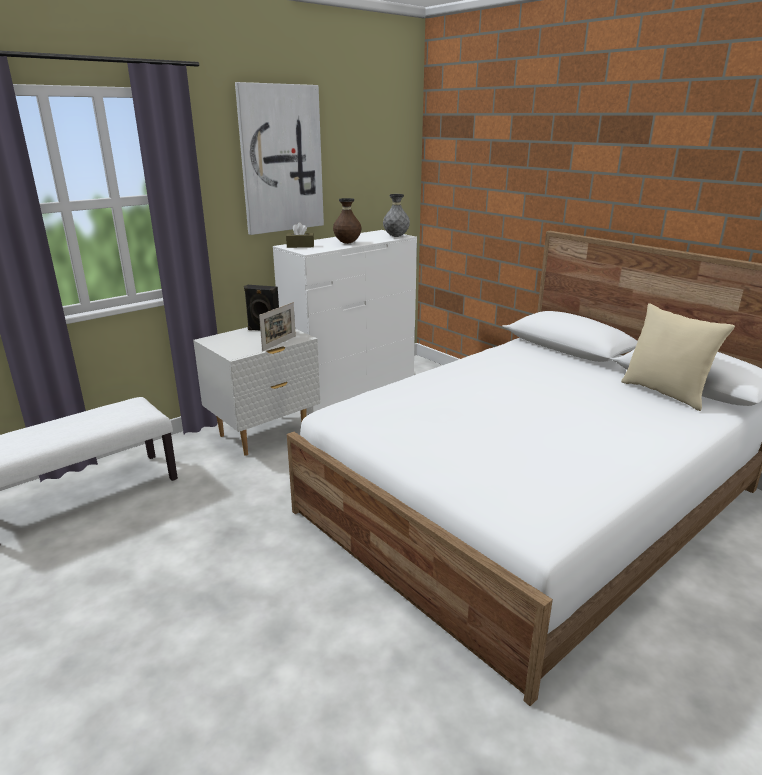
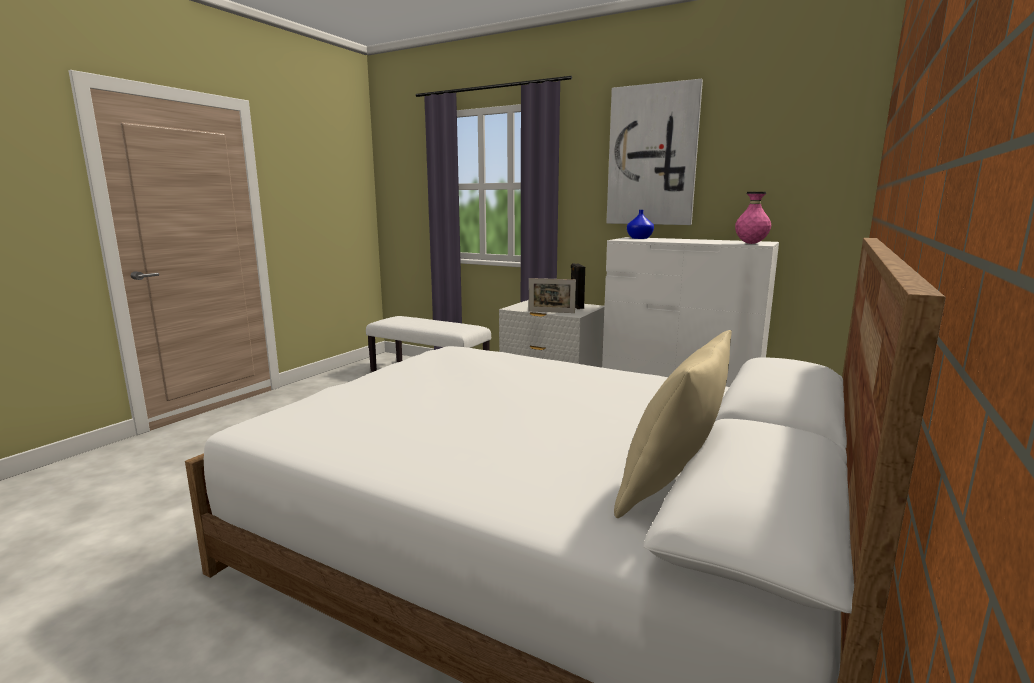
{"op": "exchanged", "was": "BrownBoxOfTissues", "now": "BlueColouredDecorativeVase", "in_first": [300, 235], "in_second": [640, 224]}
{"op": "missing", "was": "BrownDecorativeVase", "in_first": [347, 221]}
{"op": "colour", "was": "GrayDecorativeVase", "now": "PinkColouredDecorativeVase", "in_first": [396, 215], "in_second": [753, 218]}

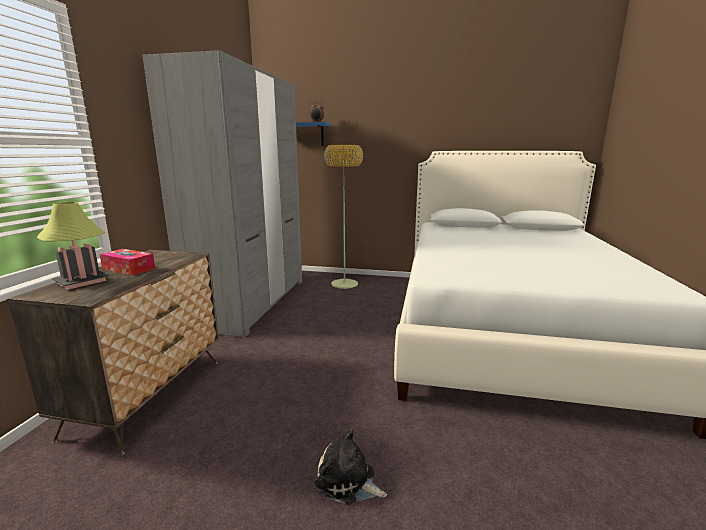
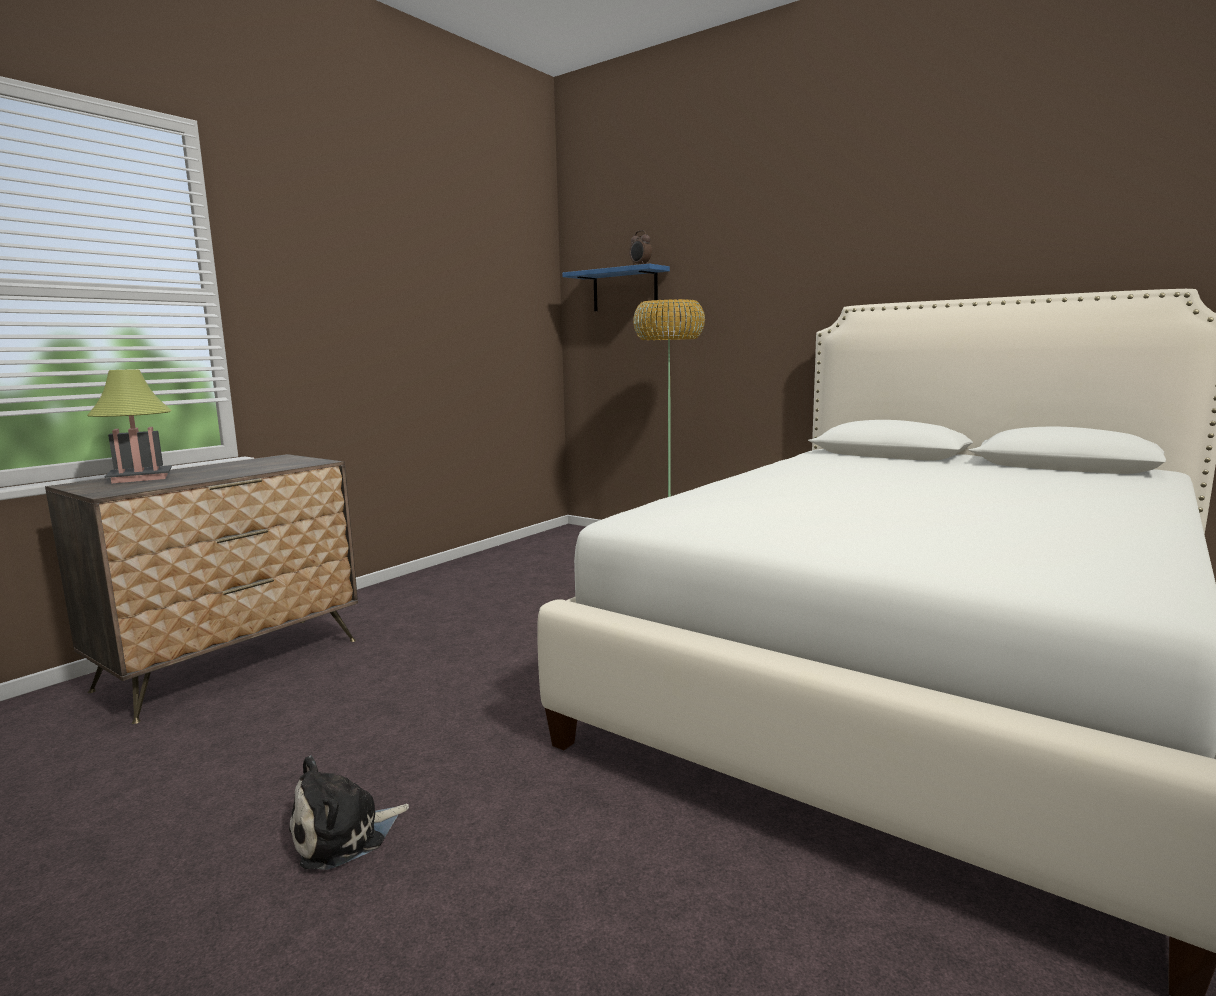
{"op": "missing", "was": "BoxOfTissues", "in_first": [127, 262]}
{"op": "missing", "was": "GrayClothesCupboard", "in_first": [222, 193]}
{"op": "spun", "was": "CuddlyToy", "in_first": [351, 466], "in_second": [349, 812], "clockwise": -90}

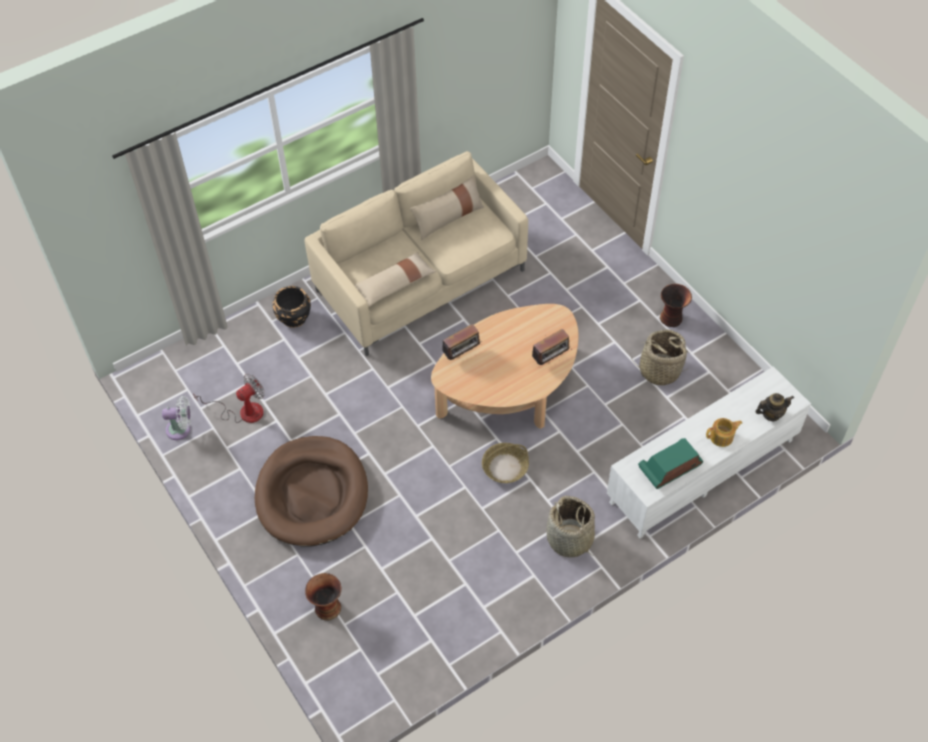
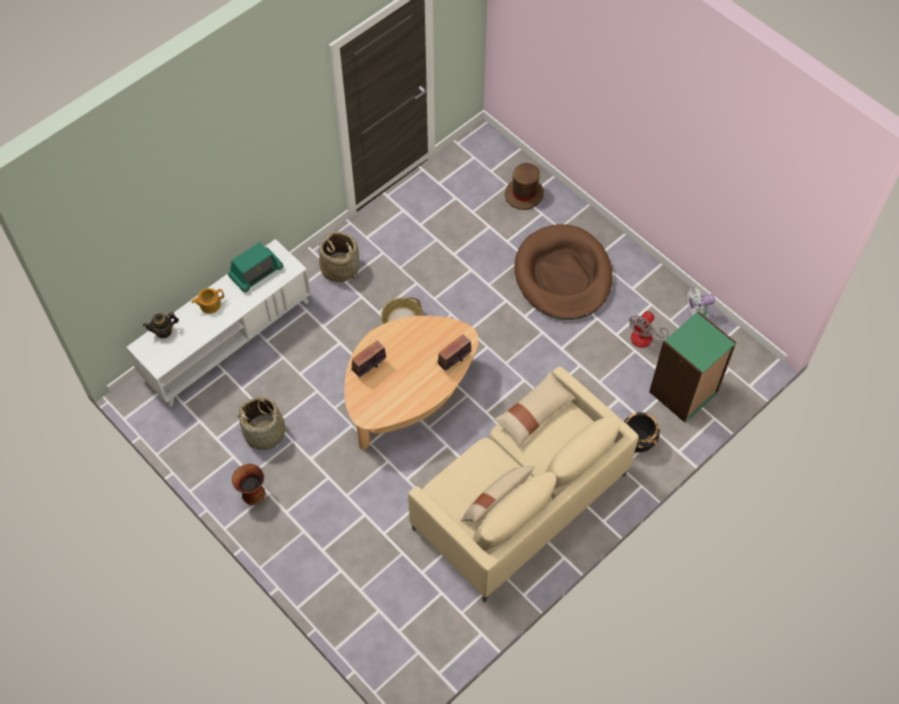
{"op": "exchanged", "was": "DecorativeVase", "now": "BrownWearableHat", "in_first": [323, 596], "in_second": [524, 186]}
{"op": "appeared", "now": "GreenShelvingUnit", "in_second": [693, 367]}

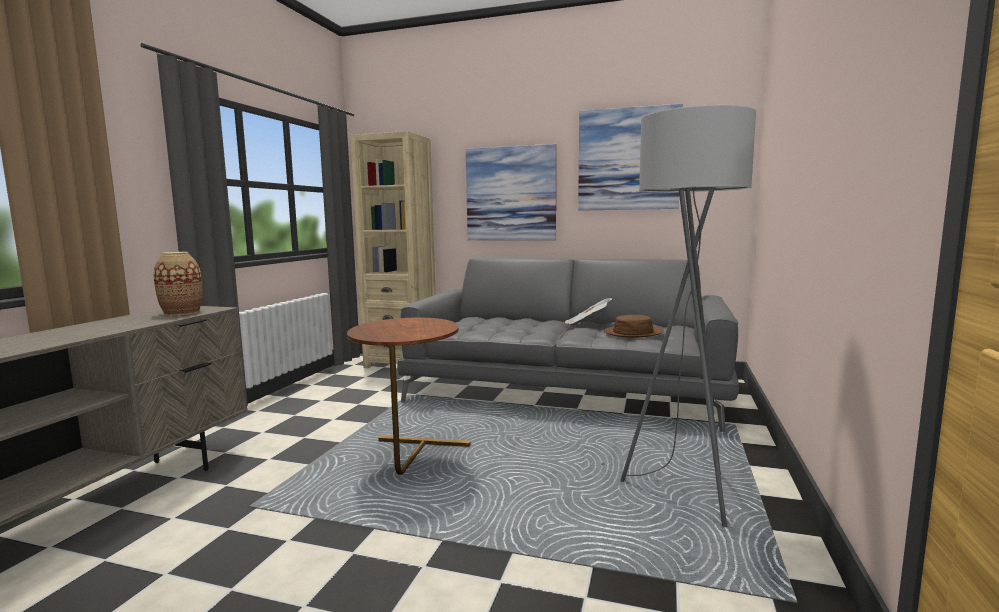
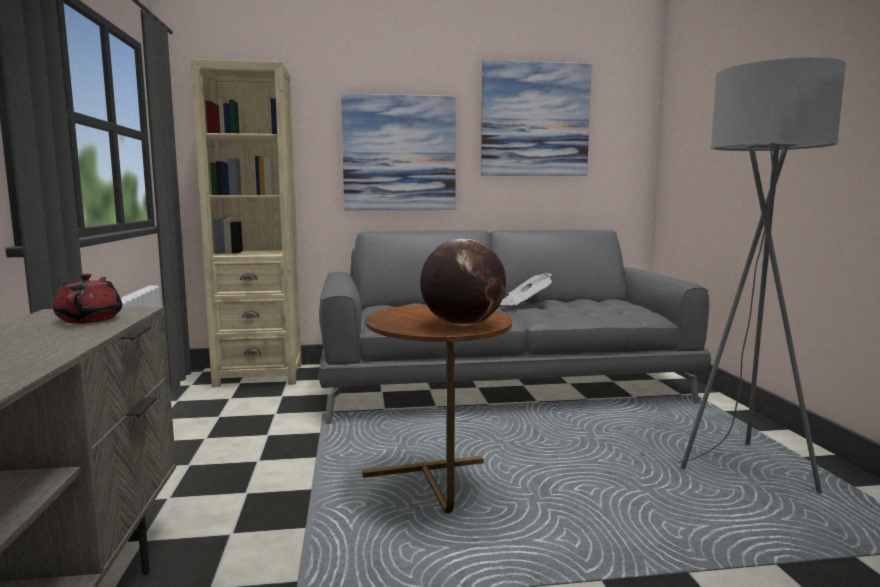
{"op": "exchanged", "was": "DecorativeVase", "now": "RedColouredTeaPot", "in_first": [178, 284], "in_second": [87, 298]}
{"op": "missing", "was": "BrownWearableHat", "in_first": [633, 326]}
{"op": "appeared", "now": "WorldGlobe", "in_second": [463, 282]}

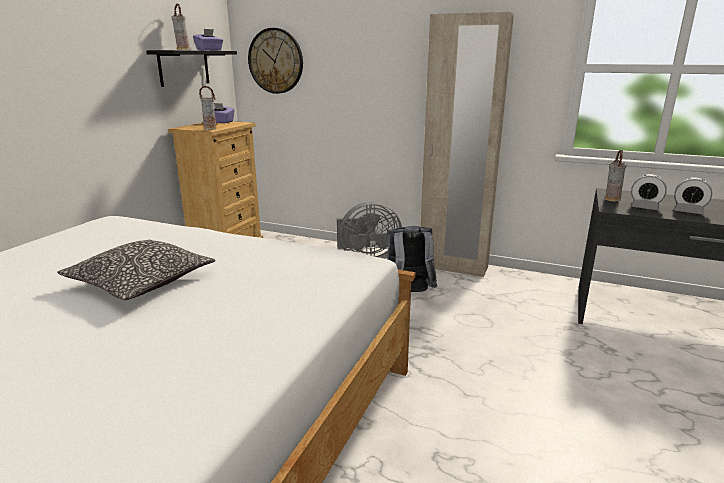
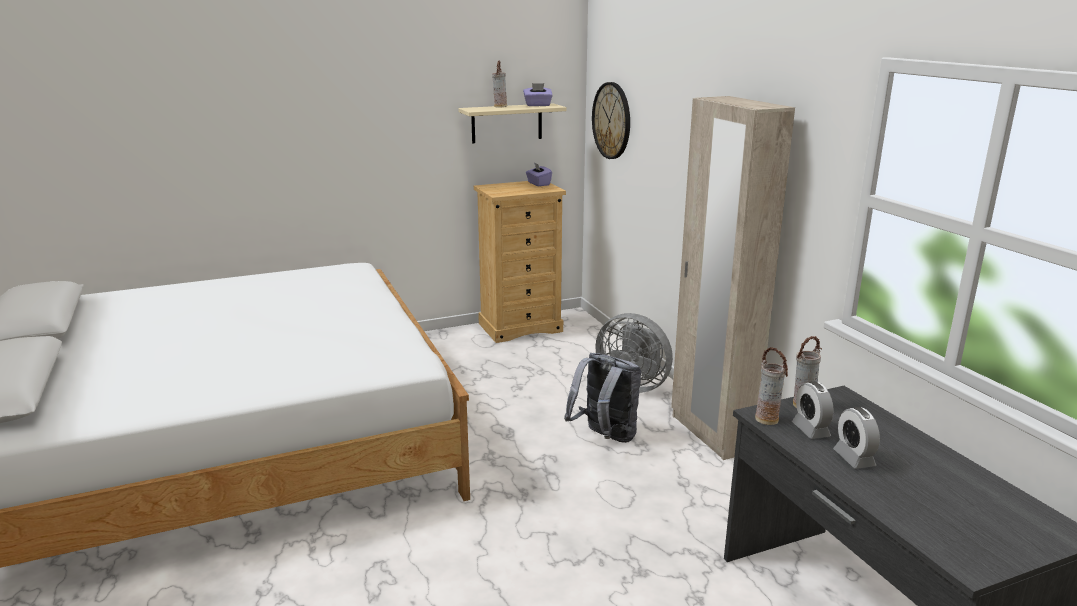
{"op": "missing", "was": "Cushion", "in_first": [136, 270]}
{"op": "colour", "was": "BlackishShelf", "now": "SandColouredShelf", "in_first": [191, 68], "in_second": [512, 123]}
{"op": "relocated", "was": "DecorativeVase", "in_first": [208, 108], "in_second": [771, 386]}

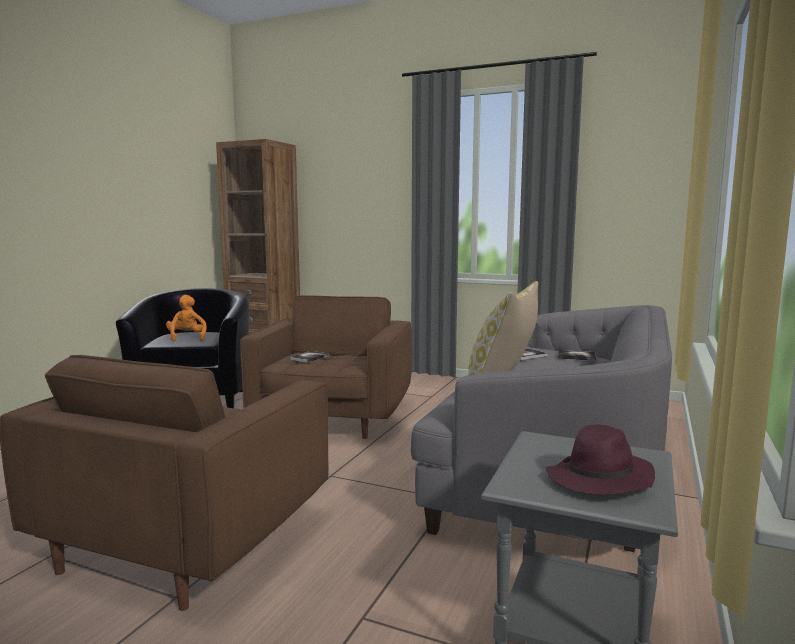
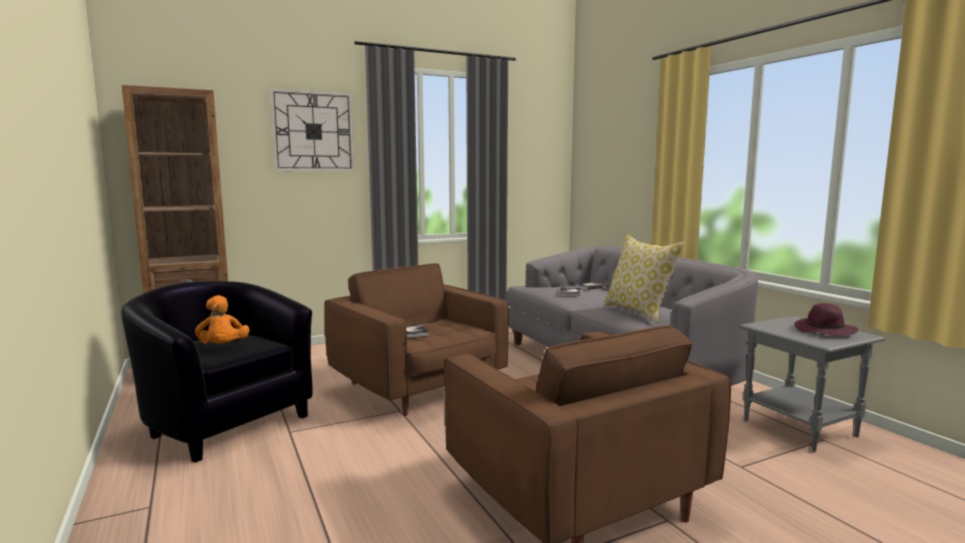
{"op": "spun", "was": "OrangeColouredCuddlyToy", "in_first": [186, 318], "in_second": [222, 319], "clockwise": -135}
{"op": "appeared", "now": "HangingClock", "in_second": [312, 129]}

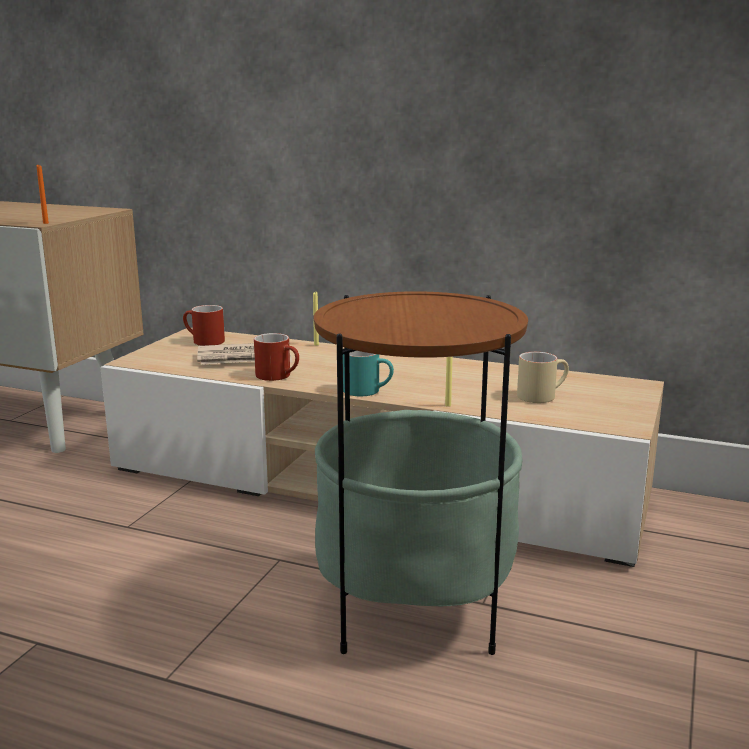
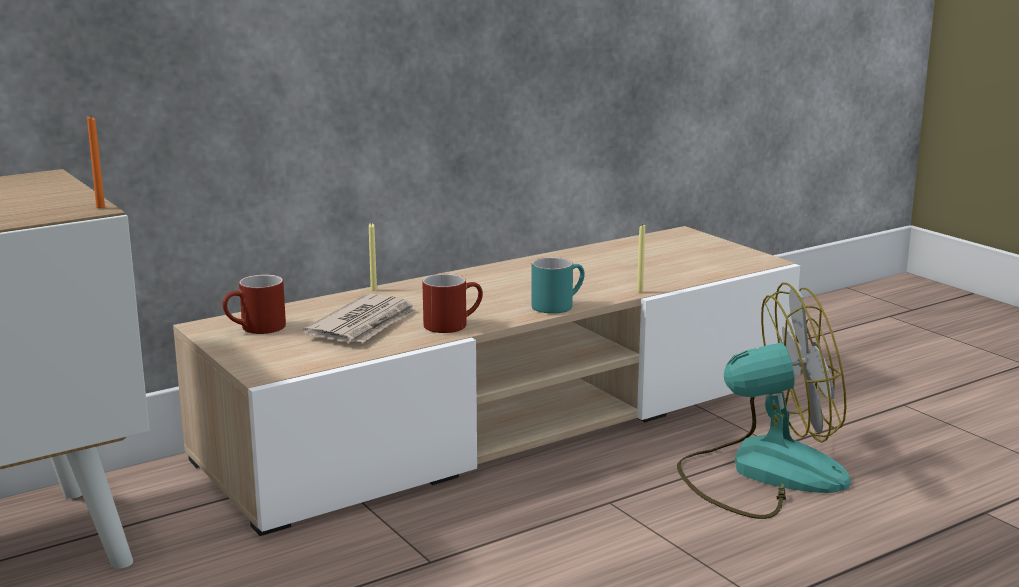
{"op": "exchanged", "was": "EndTable", "now": "ElectricFan", "in_first": [421, 473], "in_second": [764, 401]}
{"op": "missing", "was": "SandColouredMug", "in_first": [543, 377]}

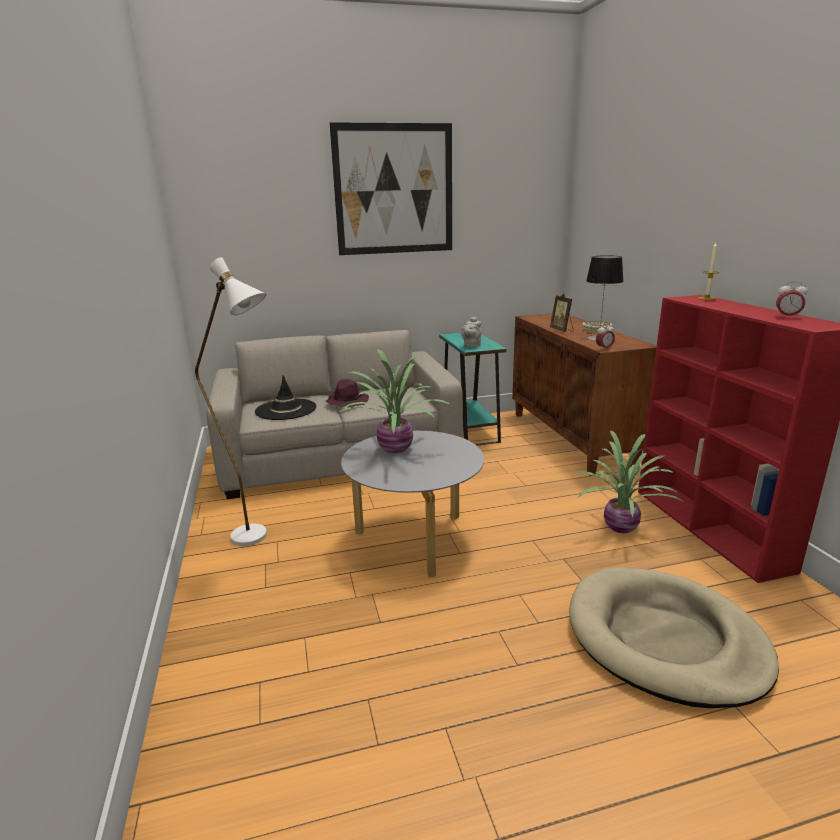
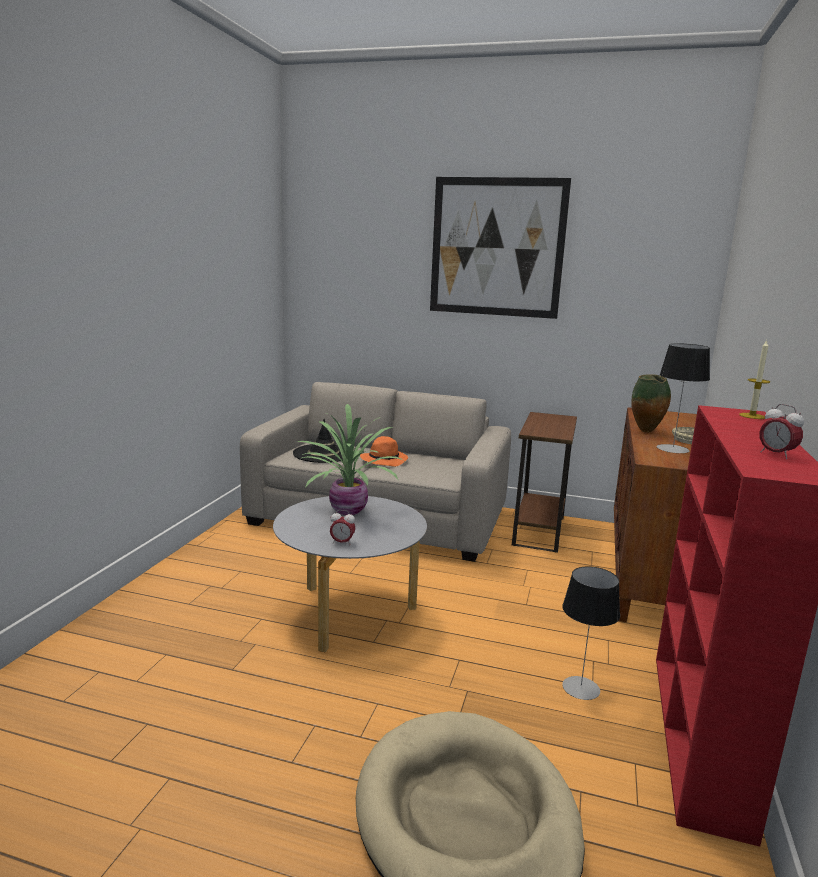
{"op": "missing", "was": "WhitishStandingLamp", "in_first": [231, 401]}
{"op": "colour", "was": "PurpleWearableHat", "now": "OrangeColouredWearableHat", "in_first": [347, 393], "in_second": [384, 451]}
{"op": "colour", "was": "BlueGreenEndTable", "now": "BrownEndTable", "in_first": [473, 389], "in_second": [544, 482]}
{"op": "missing", "was": "GrayTeaPot", "in_first": [471, 332]}
{"op": "exchanged", "was": "PictureFrame", "now": "DecorativeVase", "in_first": [562, 312], "in_second": [651, 403]}
{"op": "exchanged", "was": "PottedPlant", "now": "TableLamp", "in_first": [627, 481], "in_second": [591, 633]}
{"op": "relocated", "was": "TableClock", "in_first": [605, 336], "in_second": [342, 527]}

